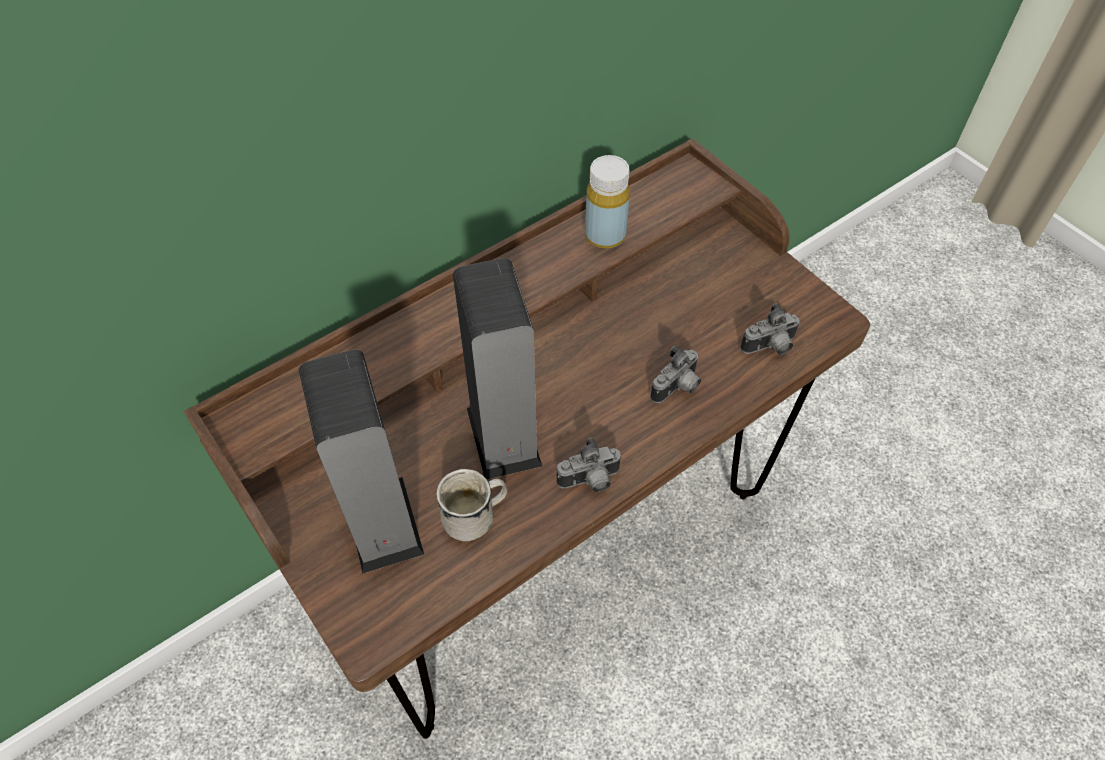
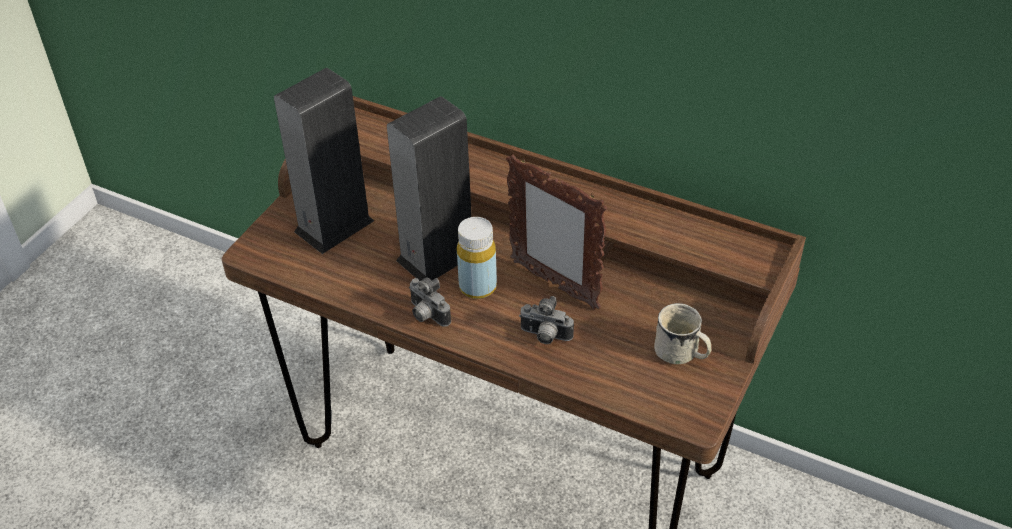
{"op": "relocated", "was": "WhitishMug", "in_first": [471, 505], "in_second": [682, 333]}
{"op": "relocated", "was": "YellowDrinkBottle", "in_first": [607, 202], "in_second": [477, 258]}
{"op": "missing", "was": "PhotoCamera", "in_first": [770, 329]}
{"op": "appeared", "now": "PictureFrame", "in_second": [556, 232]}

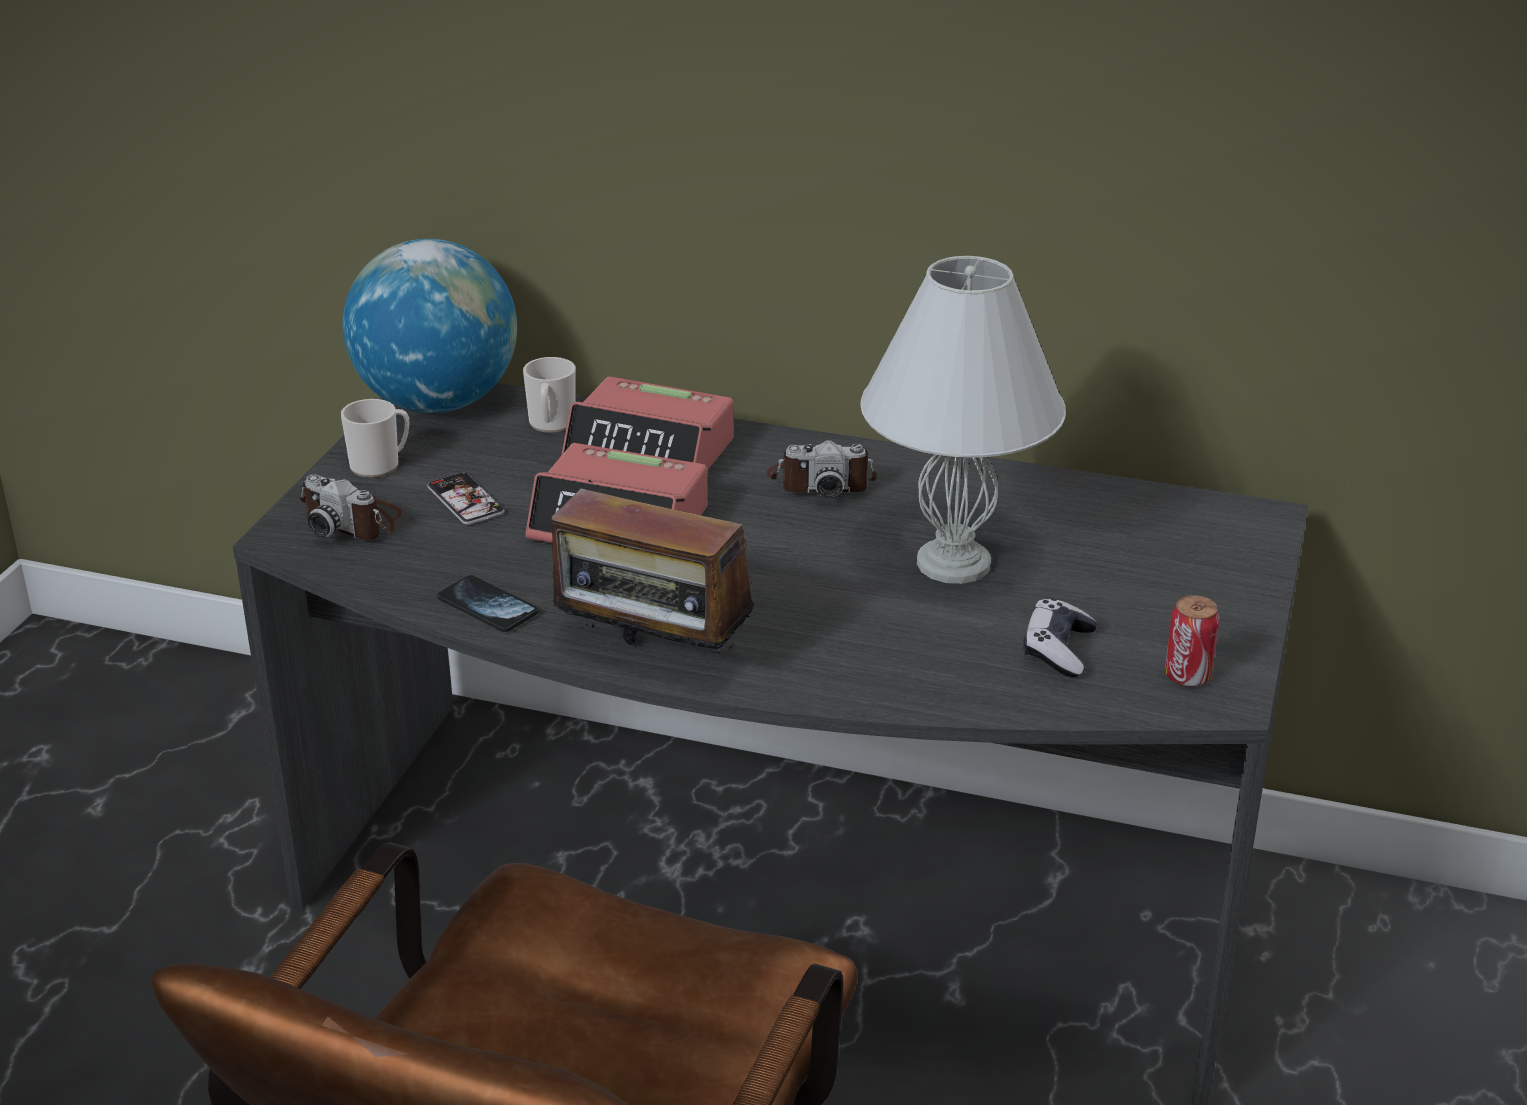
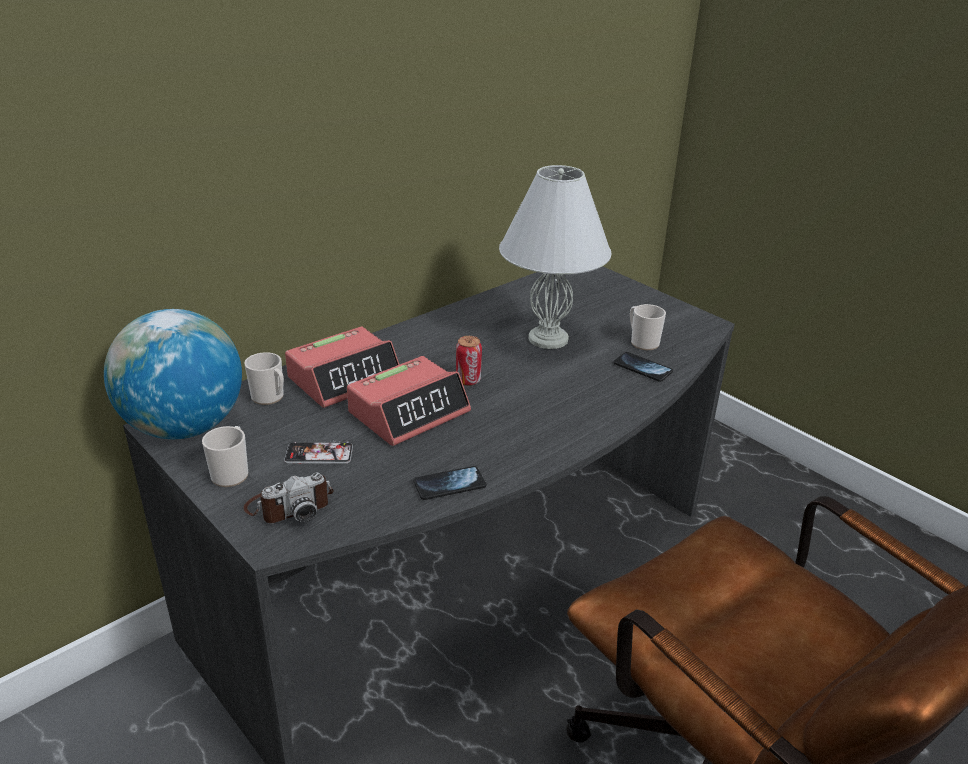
{"op": "missing", "was": "RadioReceiver", "in_first": [652, 565]}
{"op": "missing", "was": "PhotoCamera", "in_first": [821, 469]}
{"op": "exchanged", "was": "Gamepad", "now": "Mug", "in_first": [1060, 637], "in_second": [648, 327]}
{"op": "relocated", "was": "MetalCan", "in_first": [1192, 641], "in_second": [469, 361]}
{"op": "appeared", "now": "Telephone", "in_second": [643, 367]}

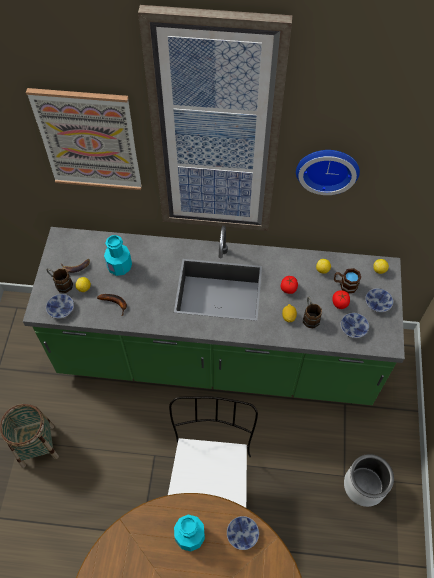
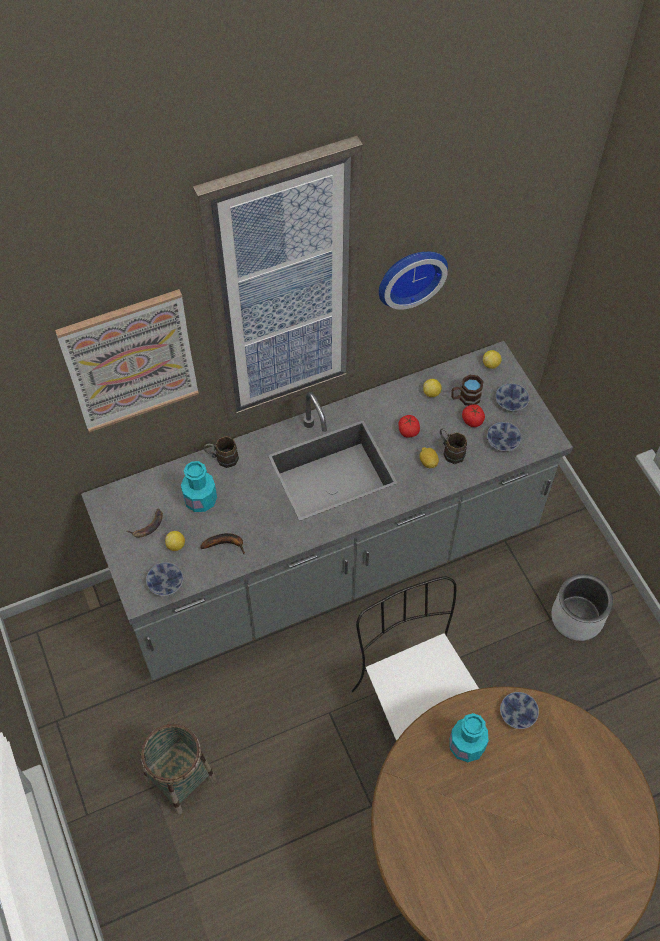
{"op": "colour", "was": "GreenKitchenCounter", "now": "GrayKitchenCounter", "in_first": [214, 315], "in_second": [327, 510]}
{"op": "relocated", "was": "BrownMug", "in_first": [60, 280], "in_second": [221, 452]}

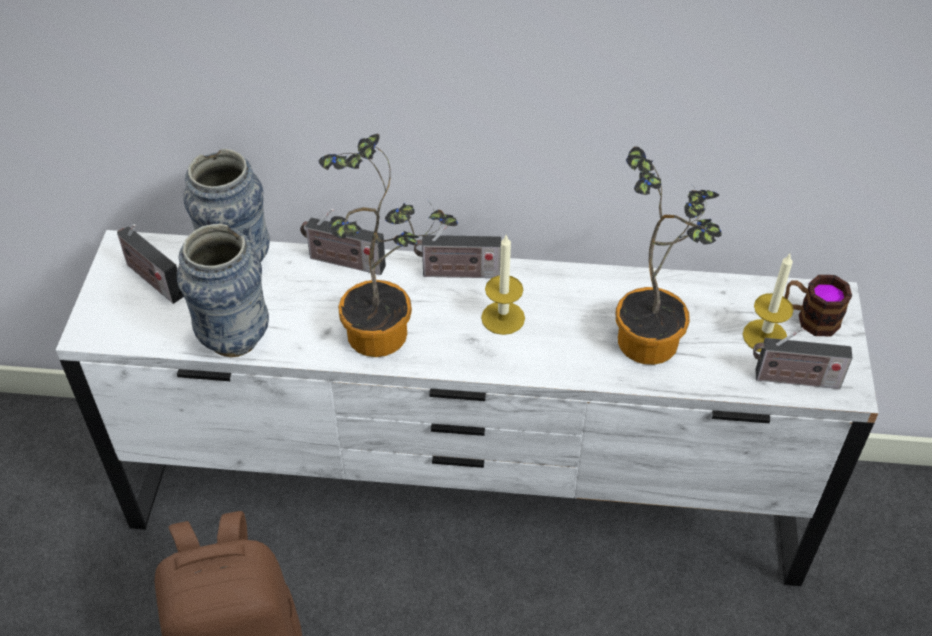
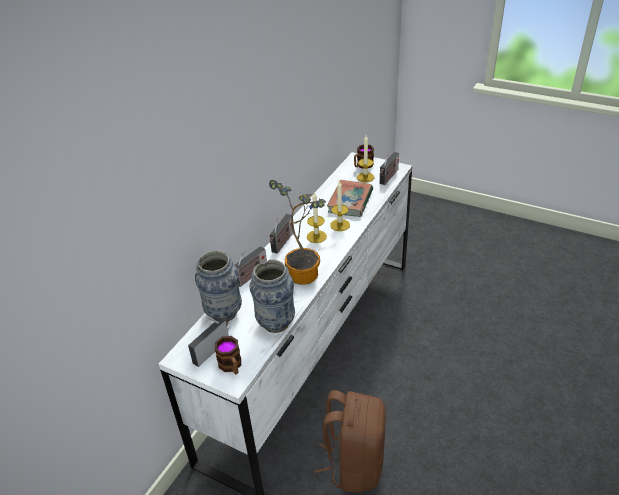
{"op": "spun", "was": "RadioReceiver", "in_first": [150, 264], "in_second": [208, 342], "clockwise": 150}
{"op": "exchanged", "was": "PottedPlant", "now": "BoundBook", "in_first": [669, 256], "in_second": [350, 198]}
{"op": "appeared", "now": "Mug", "in_second": [228, 355]}
{"op": "appeared", "now": "WaxLight", "in_second": [340, 206]}

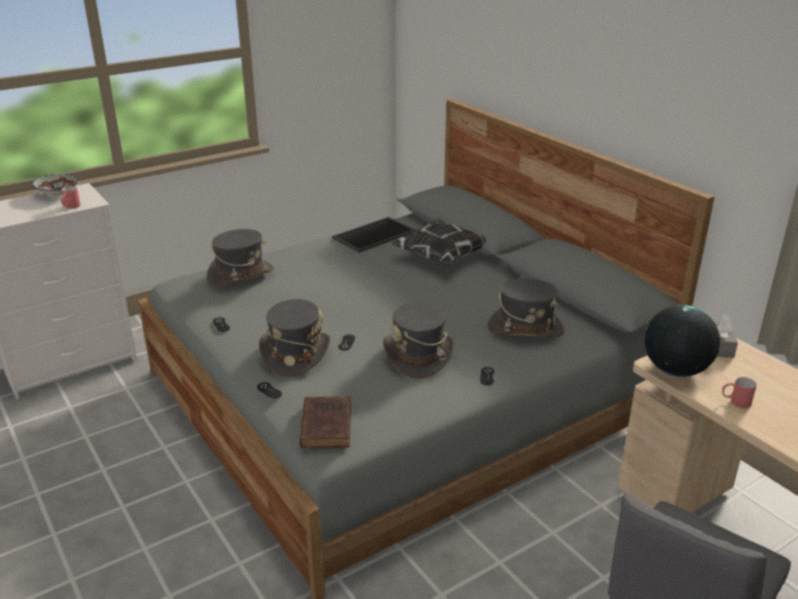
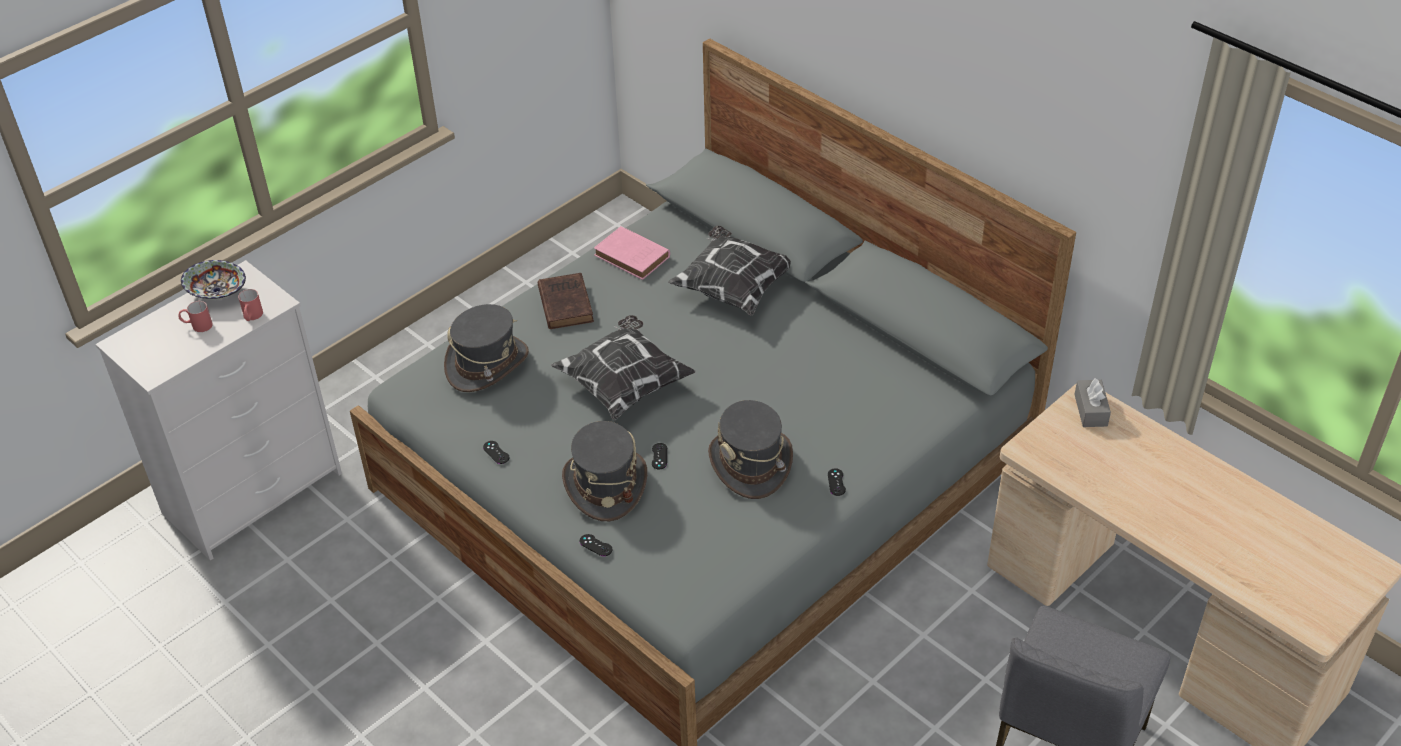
{"op": "relocated", "was": "BrownBoundBook", "in_first": [325, 422], "in_second": [566, 301]}
{"op": "exchanged", "was": "Tray", "now": "PinkColouredBoundBook", "in_first": [374, 235], "in_second": [632, 253]}
{"op": "missing", "was": "GrayWearableHat", "in_first": [525, 307]}
{"op": "missing", "was": "WorldGlobe", "in_first": [682, 341]}
{"op": "relocated", "was": "RedColouredMug", "in_first": [739, 393], "in_second": [196, 316]}
{"op": "appeared", "now": "Cushion", "in_second": [623, 367]}

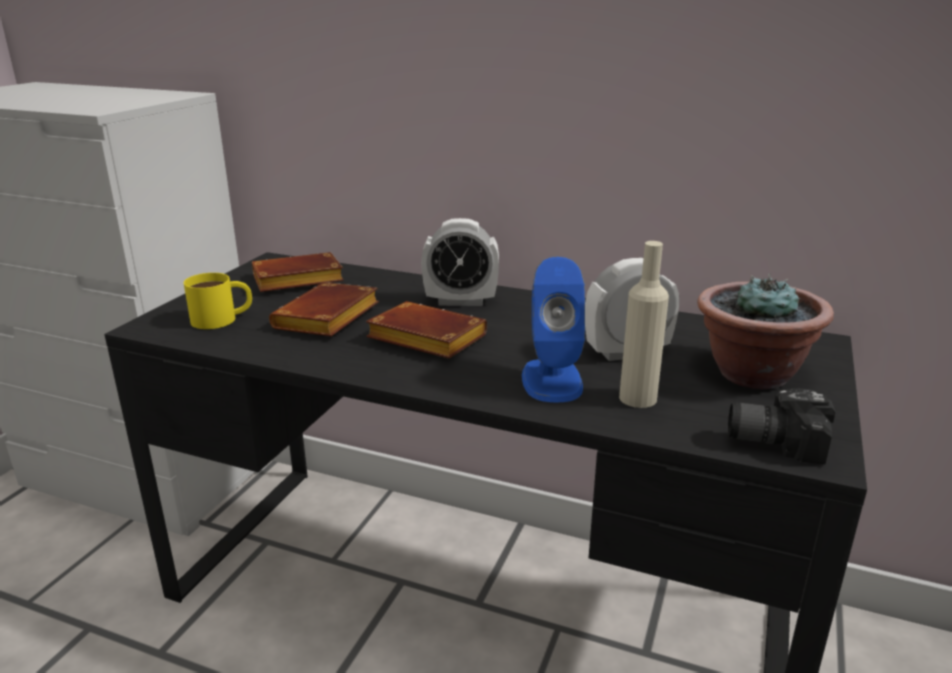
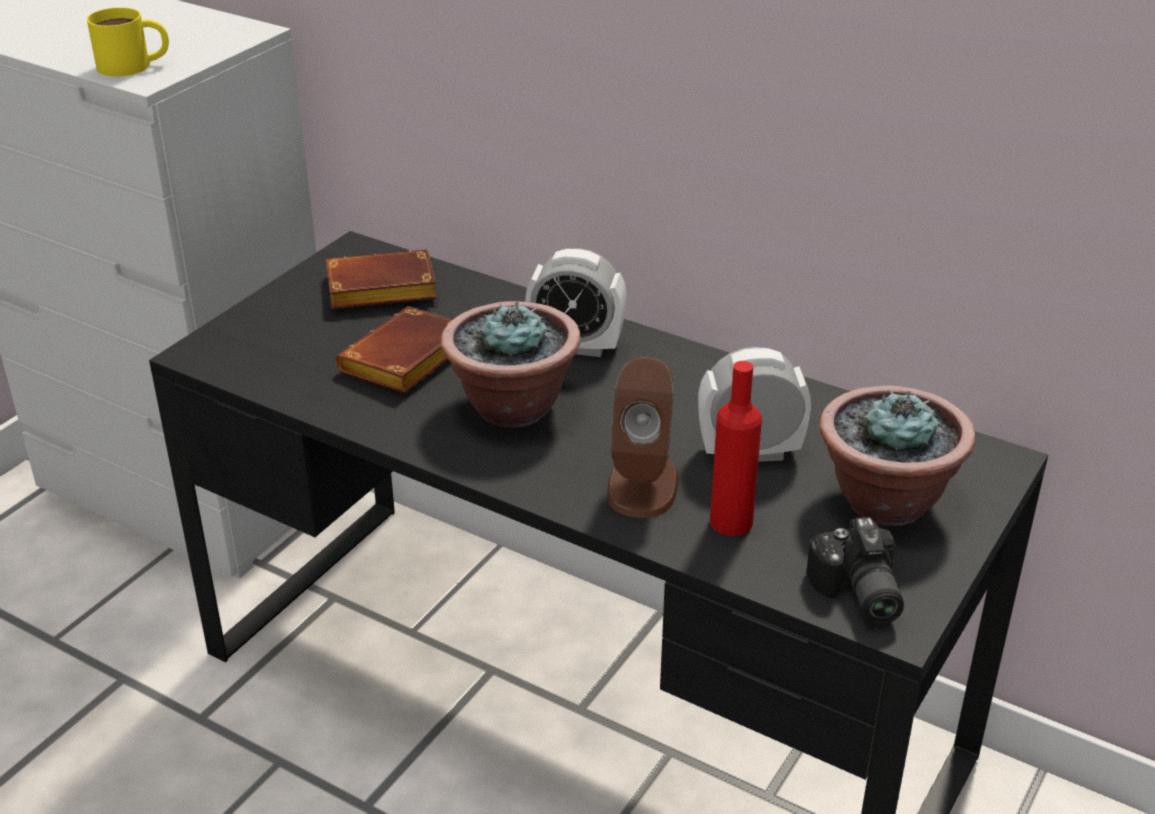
{"op": "relocated", "was": "YellowMug", "in_first": [218, 301], "in_second": [128, 41]}
{"op": "exchanged", "was": "BrownBoundBook", "now": "PottedPlant", "in_first": [426, 330], "in_second": [511, 364]}
{"op": "colour", "was": "BlueColouredSpeaker", "now": "BrownSpeaker", "in_first": [553, 330], "in_second": [642, 437]}
{"op": "colour", "was": "SandColouredDrinkBottle", "now": "RedColouredDrinkBottle", "in_first": [644, 324], "in_second": [736, 448]}
{"op": "spun", "was": "PhotoCamera", "in_first": [782, 426], "in_second": [855, 570], "clockwise": -120}

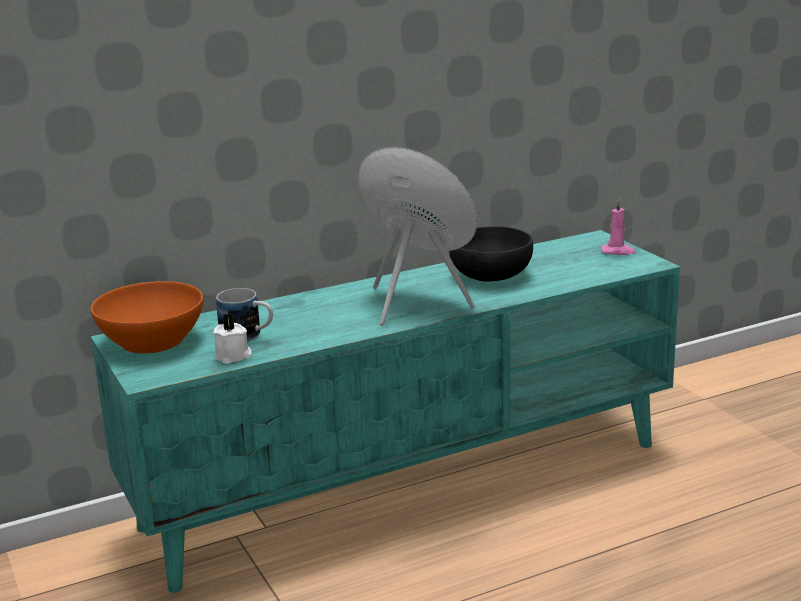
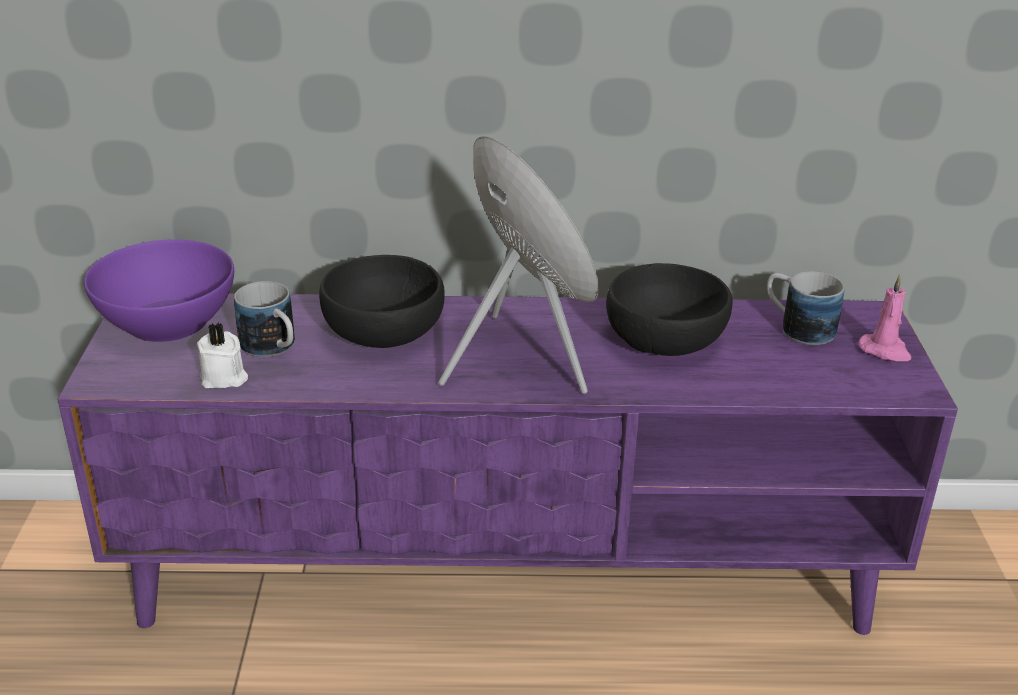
{"op": "colour", "was": "BlueGreenTvUnit", "now": "PurpleTvUnit", "in_first": [385, 411], "in_second": [507, 464]}
{"op": "colour", "was": "OrangeColouredServingBowl", "now": "PurpleServingBowl", "in_first": [147, 317], "in_second": [159, 290]}
{"op": "appeared", "now": "BlackishServingBowl", "in_second": [382, 301]}
{"op": "appeared", "now": "Mug", "in_second": [805, 308]}

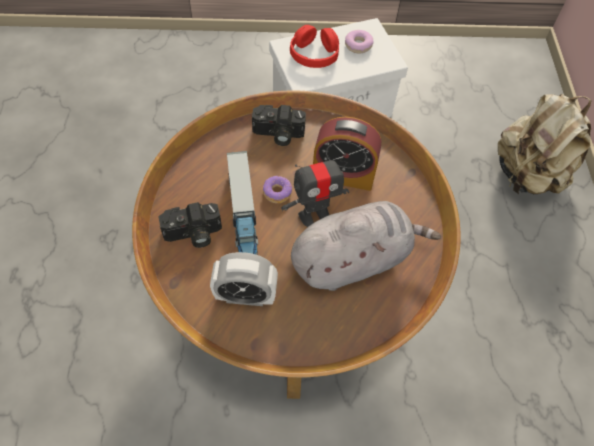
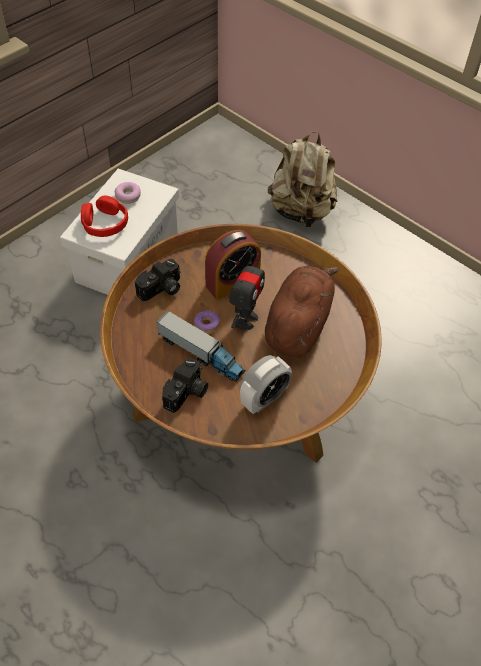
{"op": "colour", "was": "GrayCuddlyToy", "now": "BrownCuddlyToy", "in_first": [366, 246], "in_second": [302, 311]}

